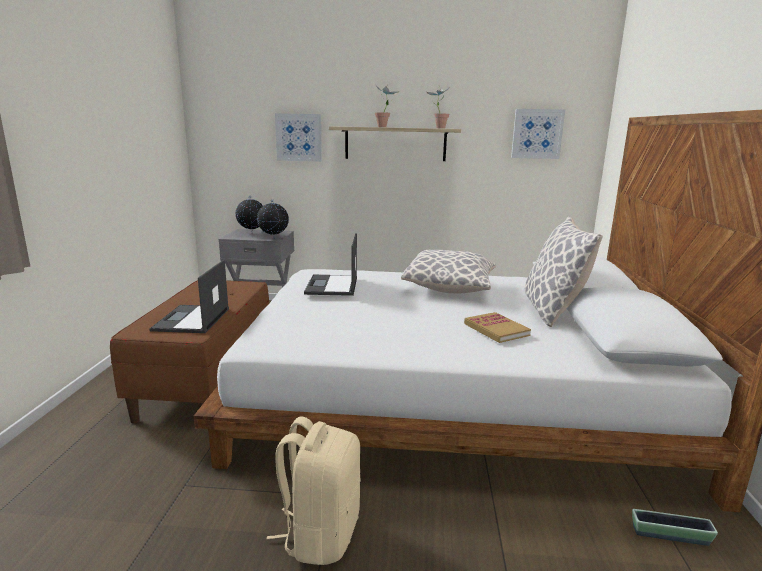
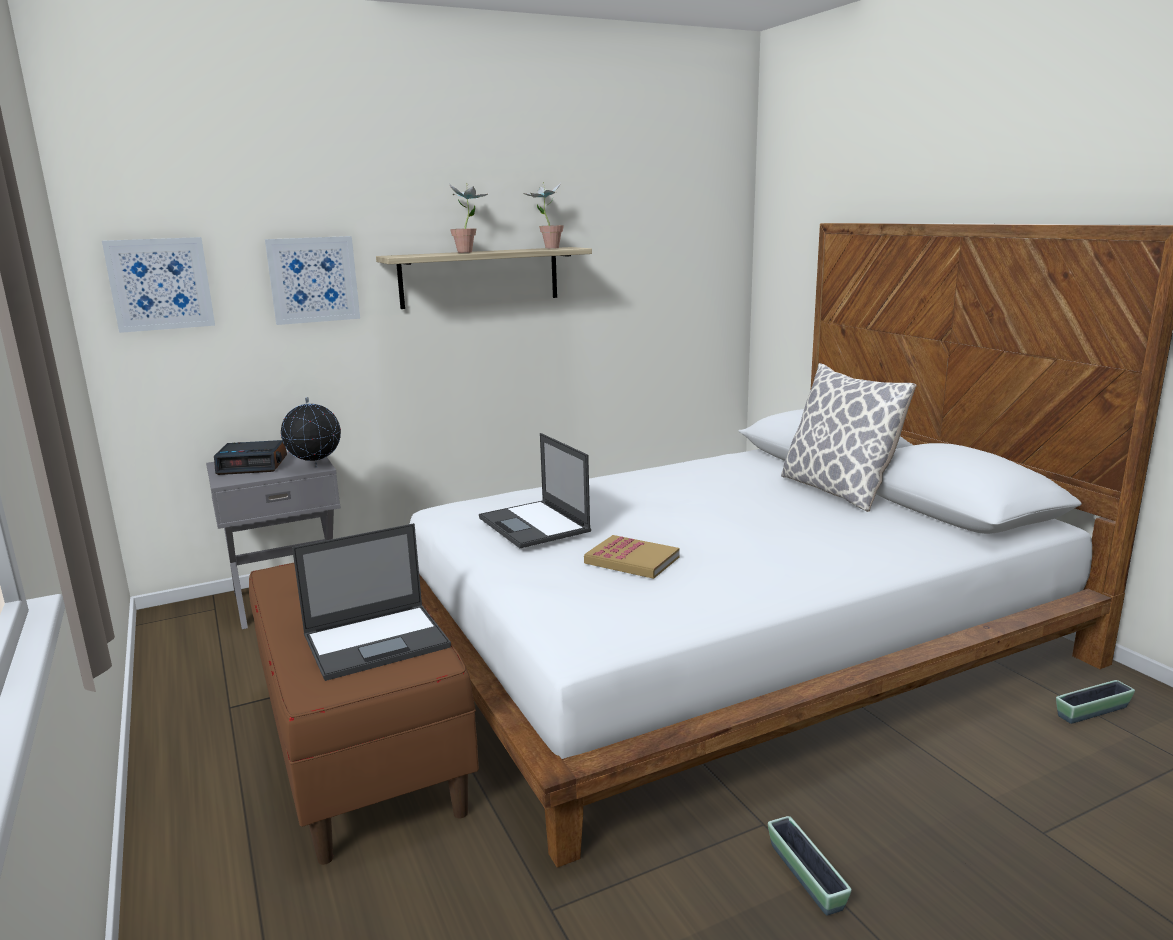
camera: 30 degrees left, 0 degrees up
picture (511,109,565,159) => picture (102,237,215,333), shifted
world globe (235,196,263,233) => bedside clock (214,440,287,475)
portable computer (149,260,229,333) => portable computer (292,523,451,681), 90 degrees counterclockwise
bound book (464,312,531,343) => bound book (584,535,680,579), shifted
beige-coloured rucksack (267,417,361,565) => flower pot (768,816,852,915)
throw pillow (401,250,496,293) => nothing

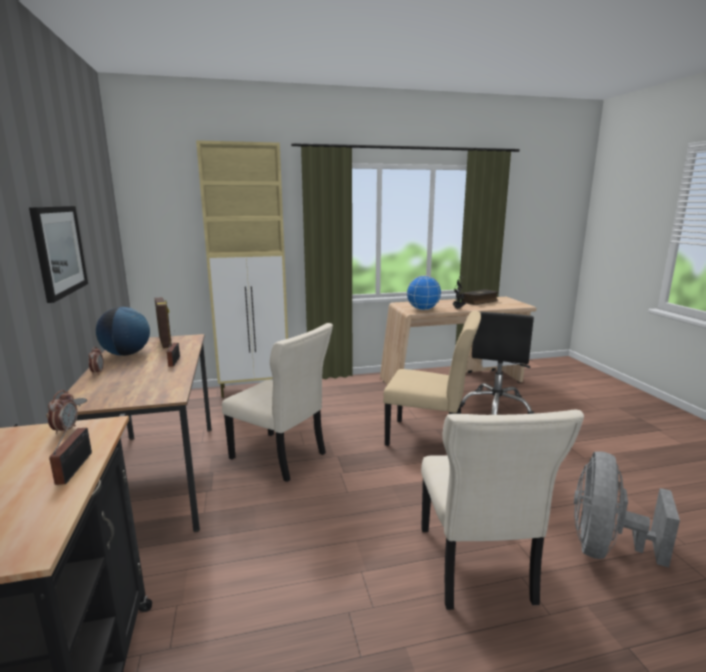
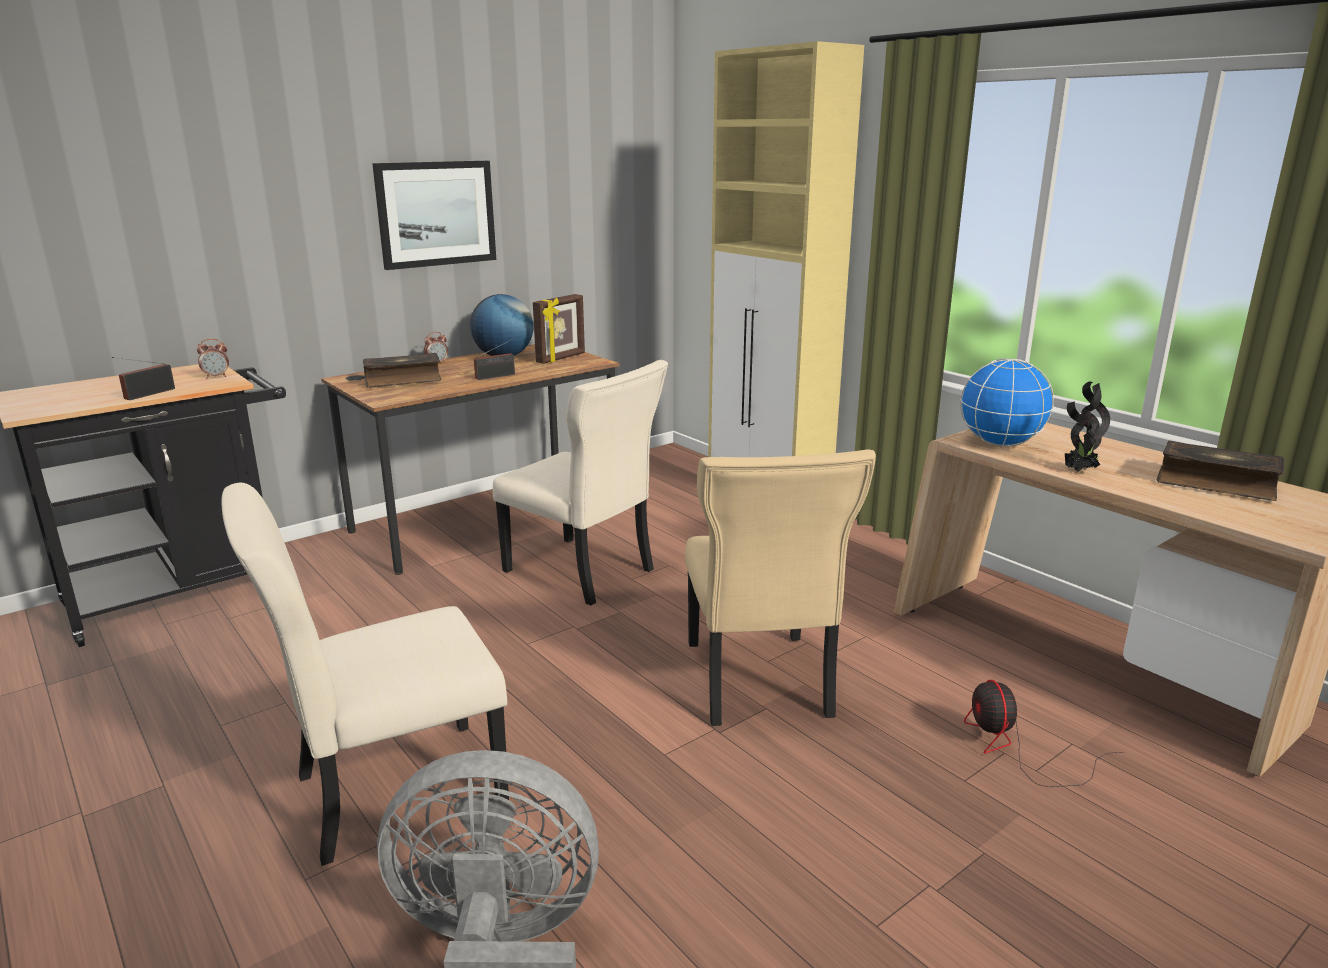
camera: 65 degrees right, 5 degrees up
radio set (49,405,92,485) => radio set (112,357,175,400), 150 degrees clockwise
nothing => bound book (363,353,441,388)
beige-coloured plain chair (222,323,333,482) => beige-coloured plain chair (493,360,668,606), 60 degrees counterclockwise
black office chair (461,312,535,415) => electric fan (964,680,1124,787)

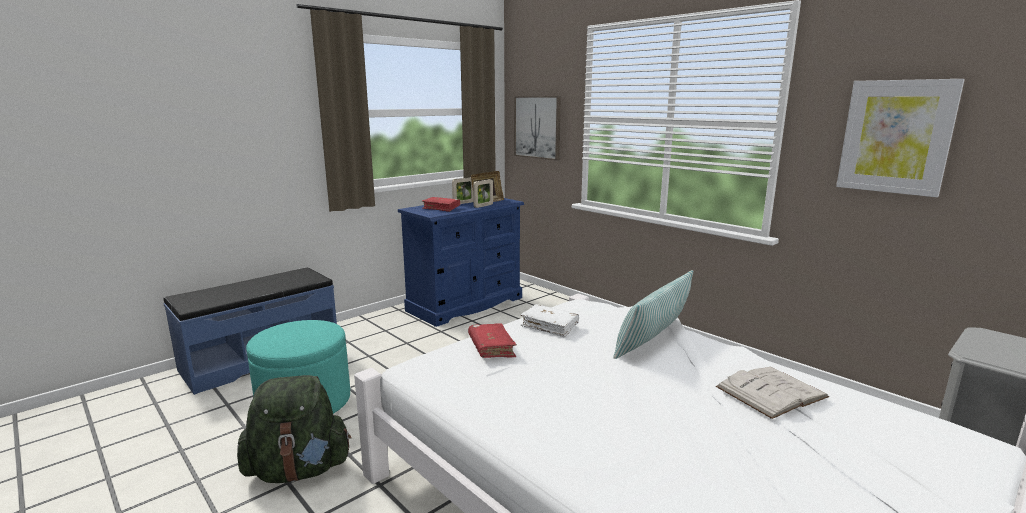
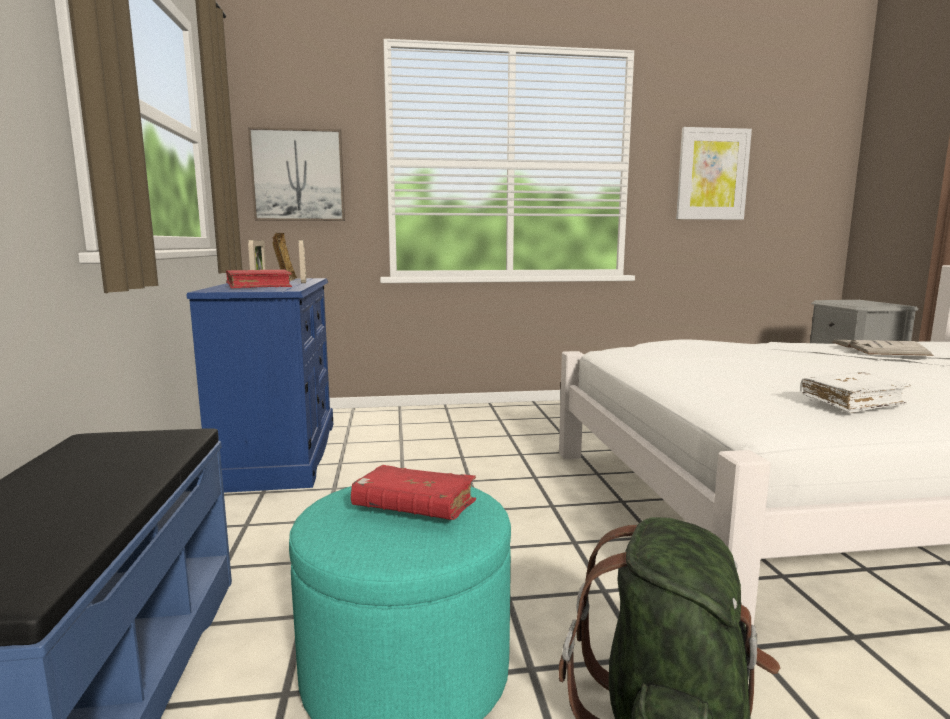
camera: 55 degrees left, 5 degrees down
red-coloured bound book (468,323,517,358) => red-coloured bound book (351,465,476,520), shifted
white bound book (520,304,579,337) => white bound book (800,372,911,413), shifted
throw pillow (613,270,693,359) => nothing

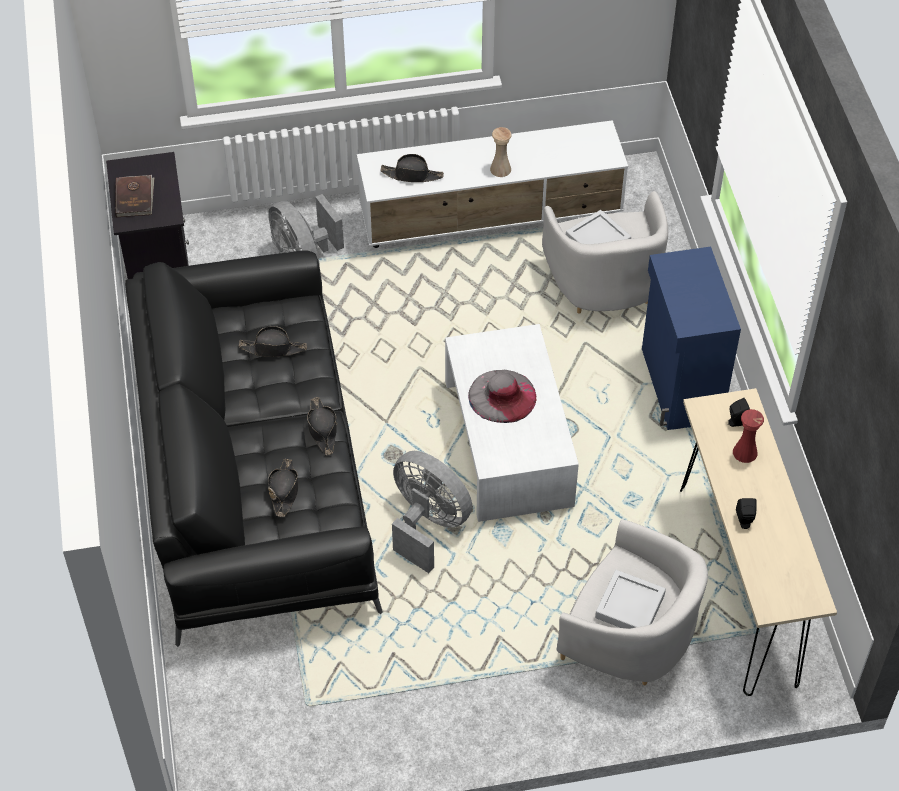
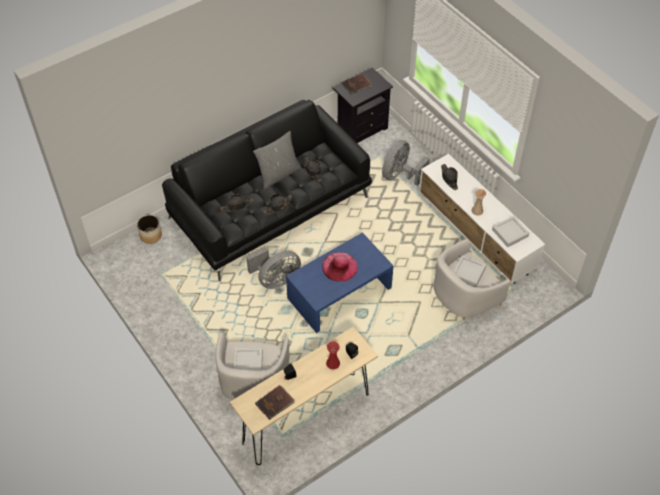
camera: 65 degrees right, 0 degrees up
nothing => flower pot (137,215,162,244)
grey electric fan (392,451,472,573) => grey electric fan (246,247,301,289), 45 degrees clockwise
nothing => grey throw pillow (253,131,302,189)
nothing => brown-coloured bound book (255,385,295,420)
white lounge table (445,324,579,522) => blue-coloured lounge table (286,232,394,333)
grey wearable hat (468,369,537,423) => pink-coloured wearable hat (322,252,358,282)
nothing => grey tray (492,216,529,247)
blue-coloured cabinet (642,246,741,430) => nothing

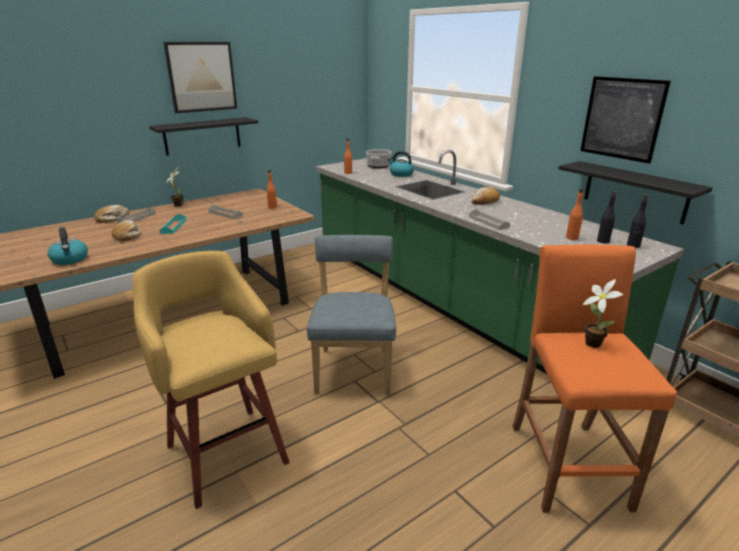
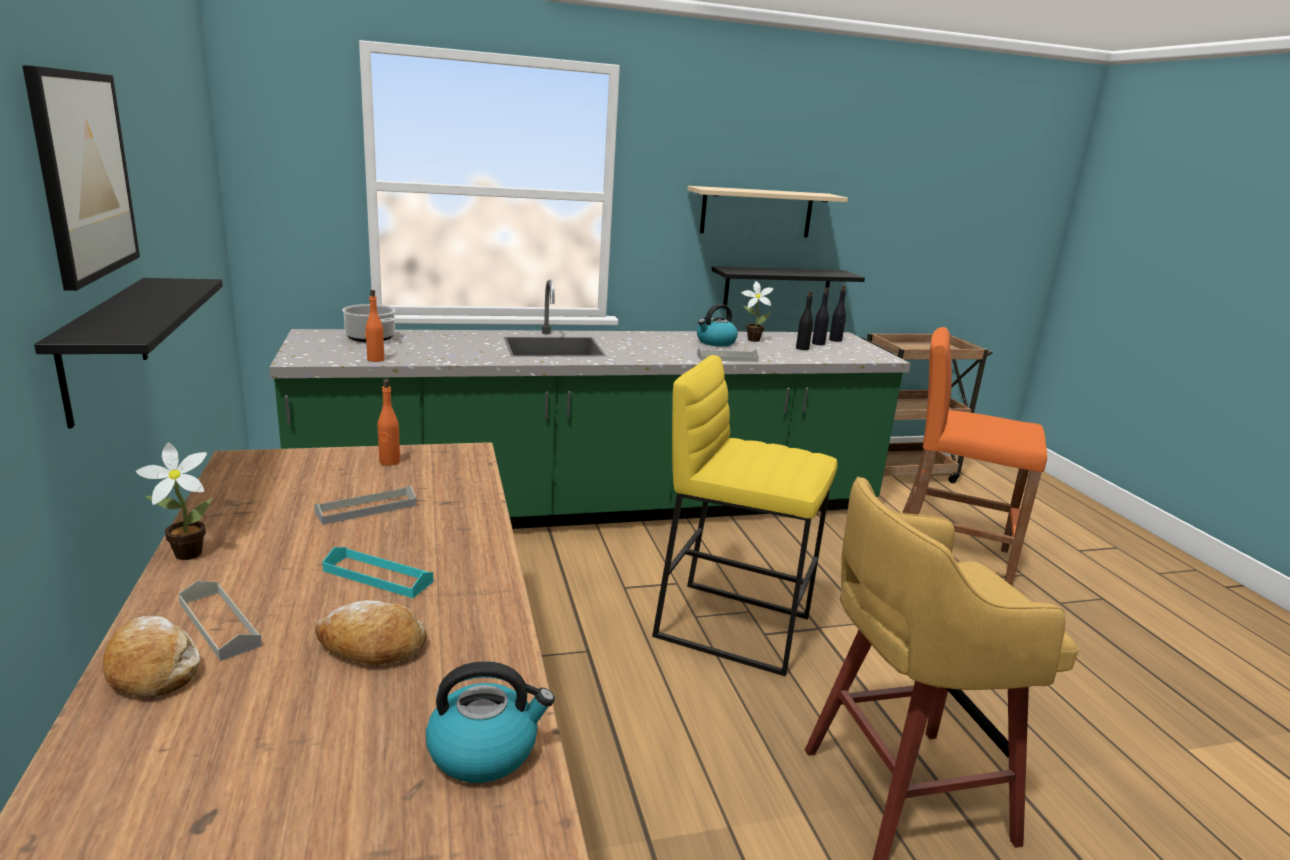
camera: 70 degrees left, 5 degrees down
blue-coloured plain chair (307,235,396,395) => yellow-coloured stool (652,355,837,677)
picture (580,76,671,164) => beige-coloured shelf (688,186,848,238)
kettle (388,151,414,177) => kettle (697,304,738,347), shifted
potted plant (583,279,623,348) => potted plant (741,281,774,342), shifted
orange-coloured beverage bottle (566,188,583,240) => black beverage bottle (796,291,813,350)
baked bread (471,187,500,205) => nothing

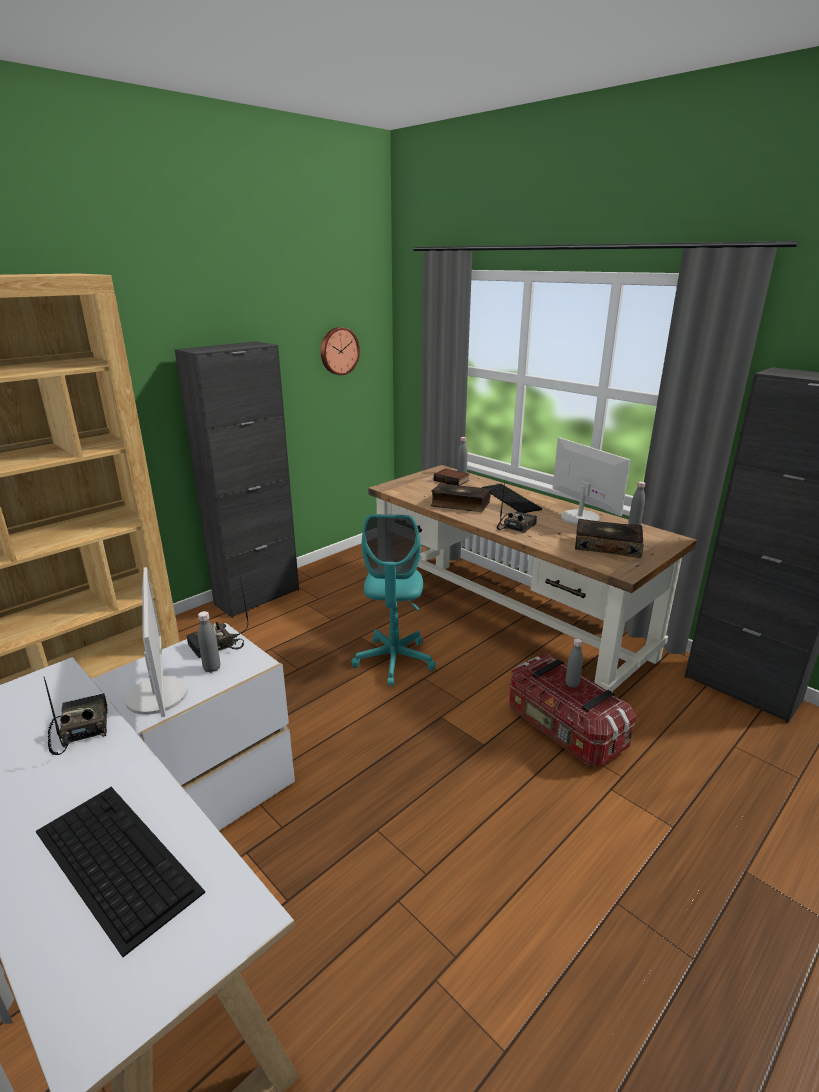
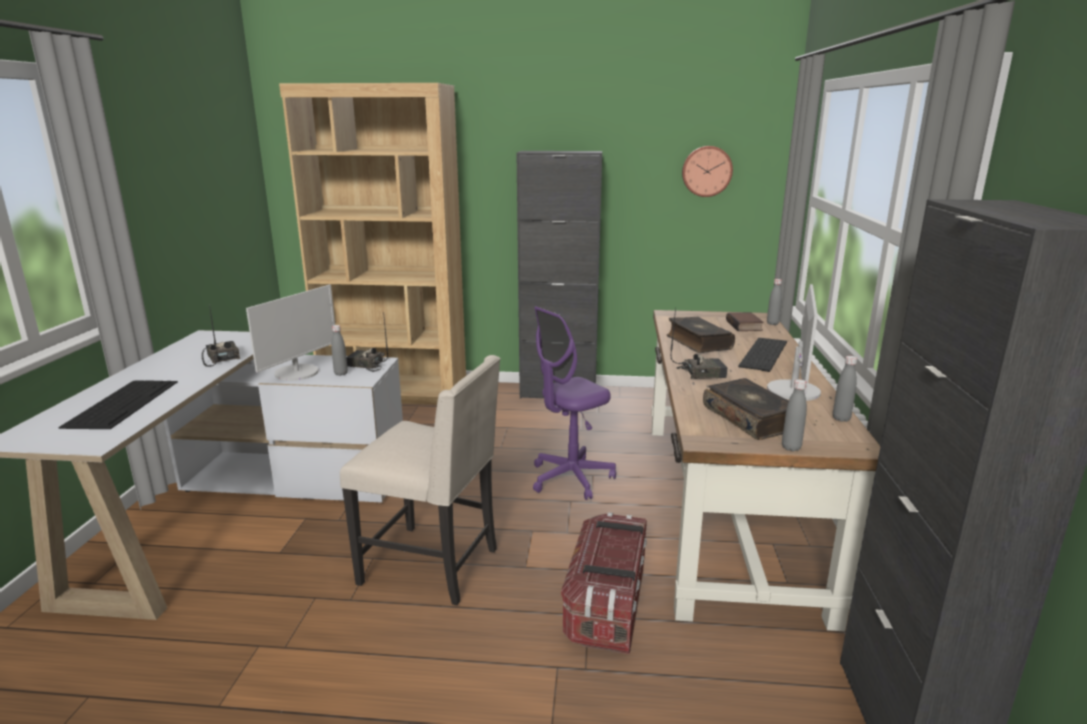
camera: 50 degrees right, 5 degrees down
radio set (44,676,107,755) => radio set (202,305,240,367), 60 degrees counterclockwise
nothing => beige-coloured plain chair (340,355,501,605)
turquoise-coloured office chair (351,514,436,687) => purple-coloured office chair (533,306,616,500)
grey beverage bottle (565,638,583,688) => grey beverage bottle (782,379,807,451), shifted

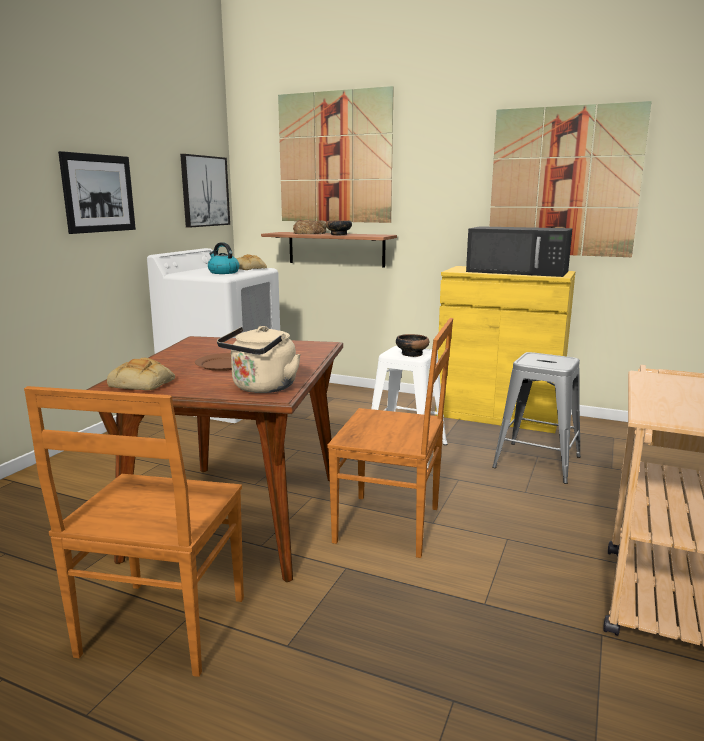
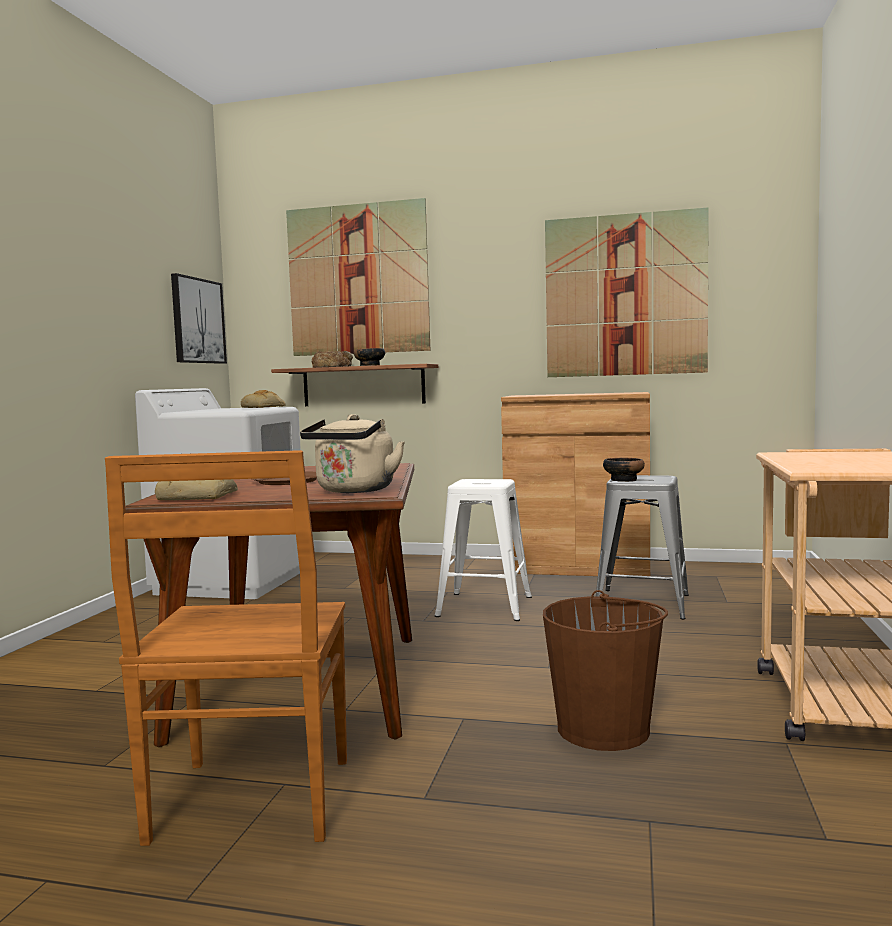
camera: 10 degrees left, 10 degrees down
yellow-coloured cabinet (435,266,575,433) => brown-coloured cabinet (501,392,650,576)
nothing => brown-coloured bucket (543,590,668,751)
bowl (396,334,429,357) => bowl (603,458,645,482), shifted
picture (58,151,136,234) => nothing
kettle (208,242,239,274) => nothing
brown-coloured plain chair (327,318,453,558) => nothing
black kitchen microwave (466,226,572,277) => nothing

